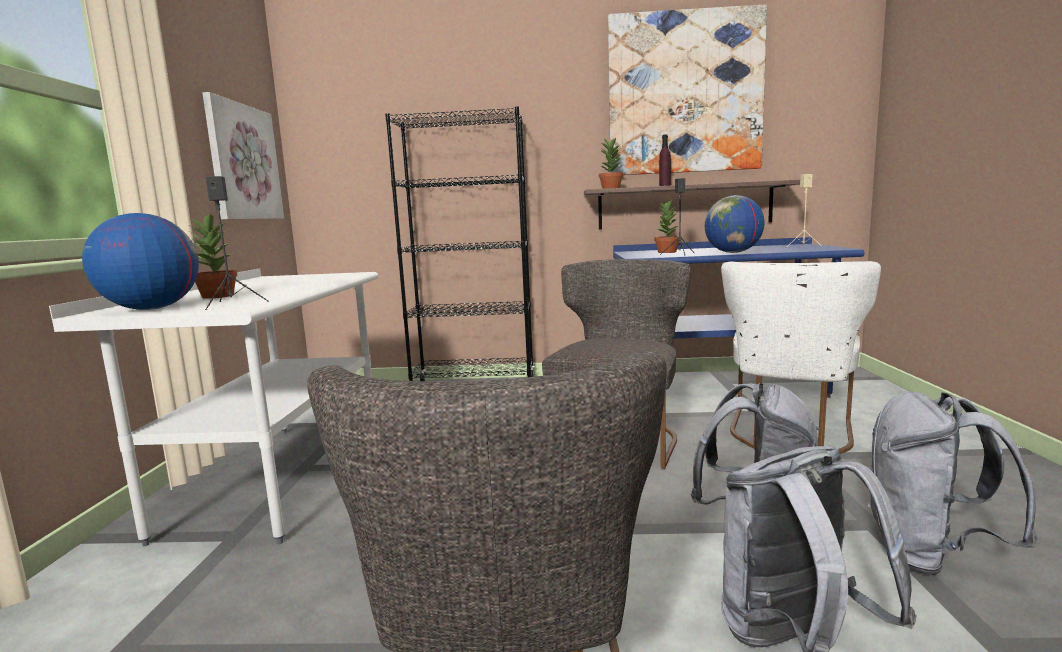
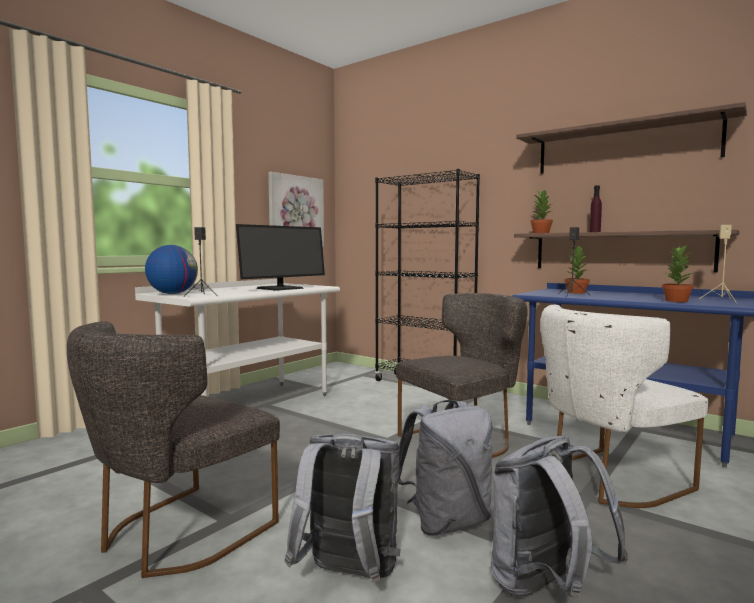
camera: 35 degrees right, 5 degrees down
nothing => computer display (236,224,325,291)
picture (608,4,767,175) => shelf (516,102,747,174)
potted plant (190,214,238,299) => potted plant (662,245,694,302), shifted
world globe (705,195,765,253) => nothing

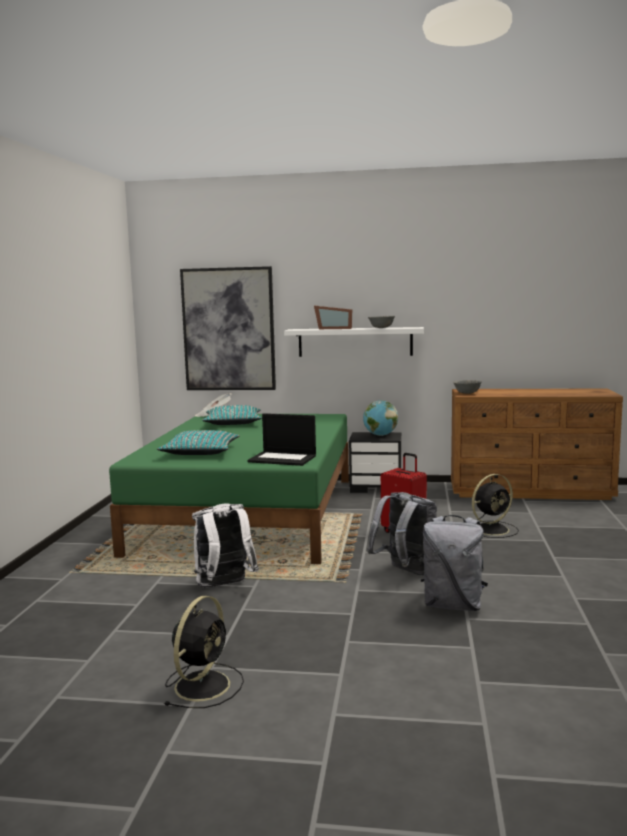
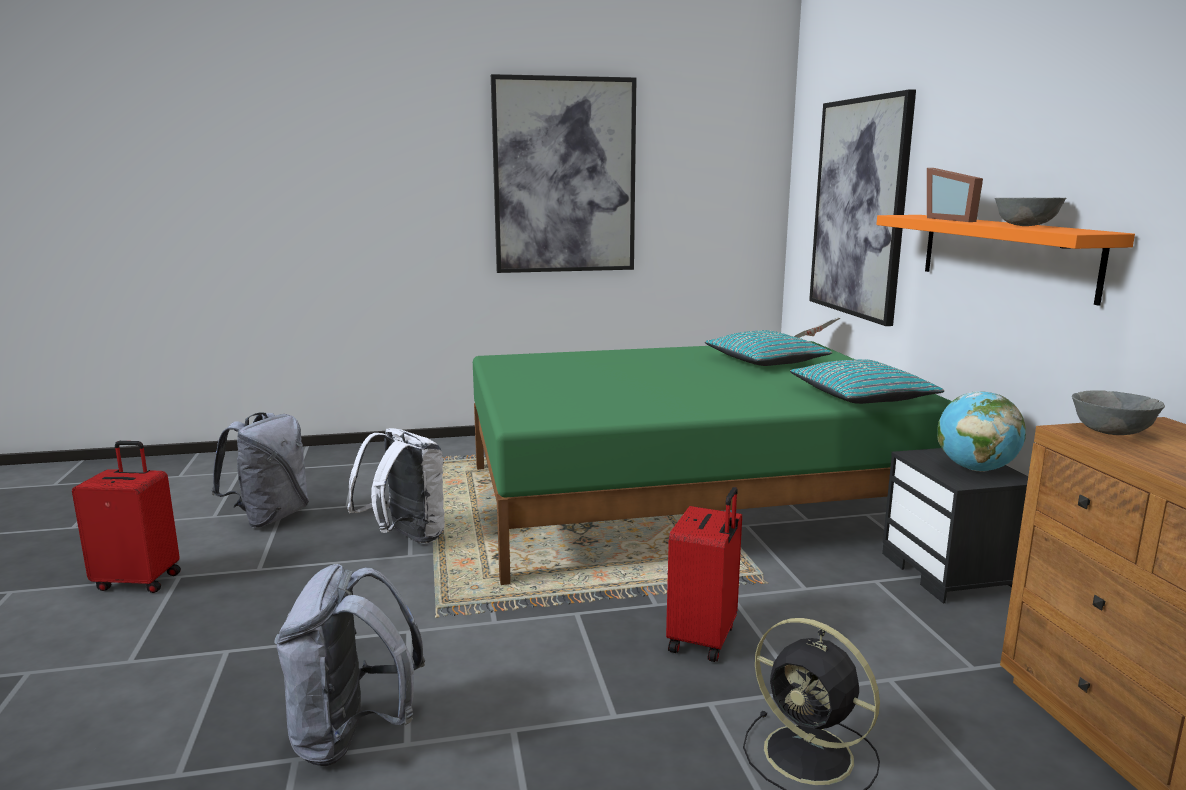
camera: 70 degrees right, 5 degrees up
black electric fan (164,596,244,708) => red-coloured travel case (72,441,181,593)
grey rucksack (367,492,437,576) => grey rucksack (211,412,309,528), shifted
nothing => picture (491,74,636,273)
turquoise-coloured throw pillow (157,430,240,455) => turquoise-coloured throw pillow (790,359,944,404), shifted
white shelf (284,327,424,357) => orange-coloured shelf (876,215,1135,306)
portable computer (247,413,316,466) => nothing

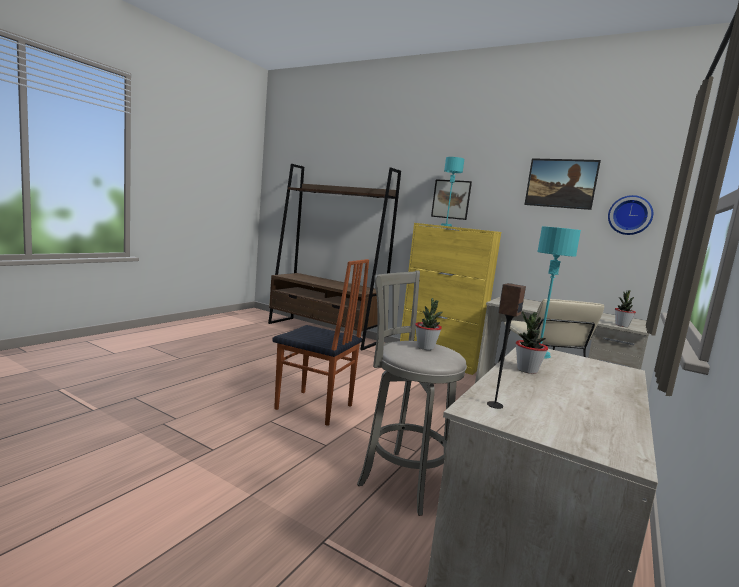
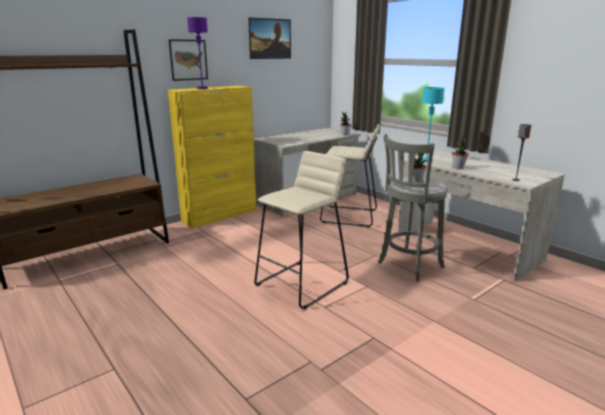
camera: 70 degrees left, 10 degrees up
turquoise-coloured tabletop lamp (441,157,465,226) => purple-coloured tabletop lamp (187,17,208,89)
plain chair (272,259,369,426) => beige-coloured stool (254,151,349,309)
hanging clock (608,195,653,235) => nothing

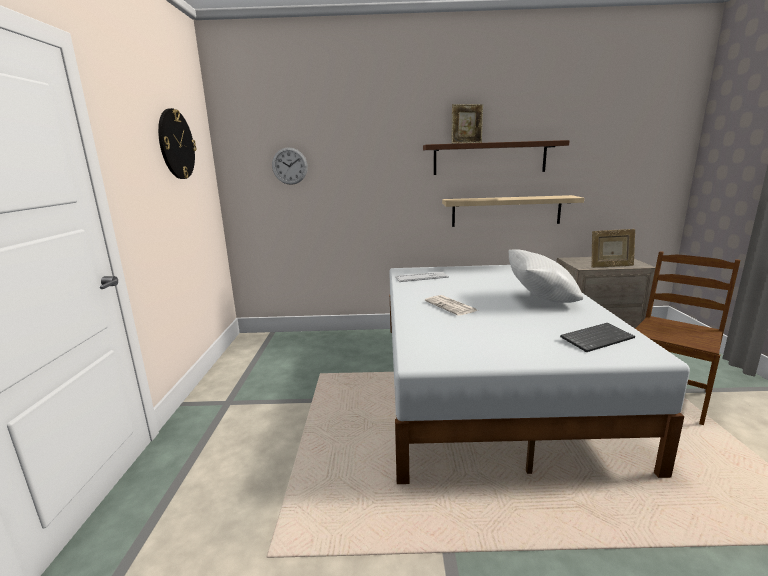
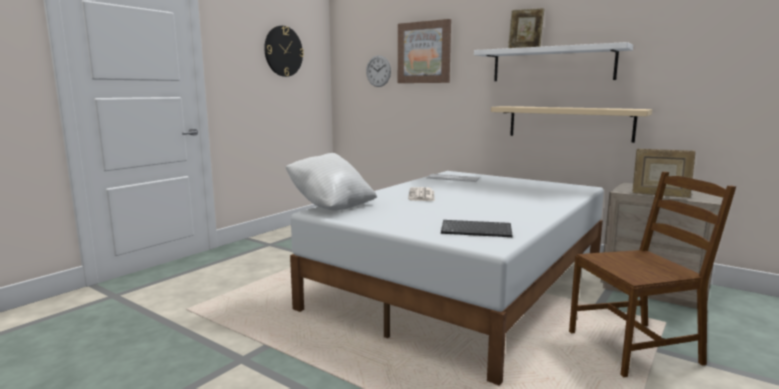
camera: 35 degrees right, 5 degrees down
white throw pillow (509,249,584,303) => white throw pillow (285,153,377,211), shifted
nothing => picture (398,19,451,83)
brown-coloured shelf (423,140,570,175) => white shelf (474,42,633,81)

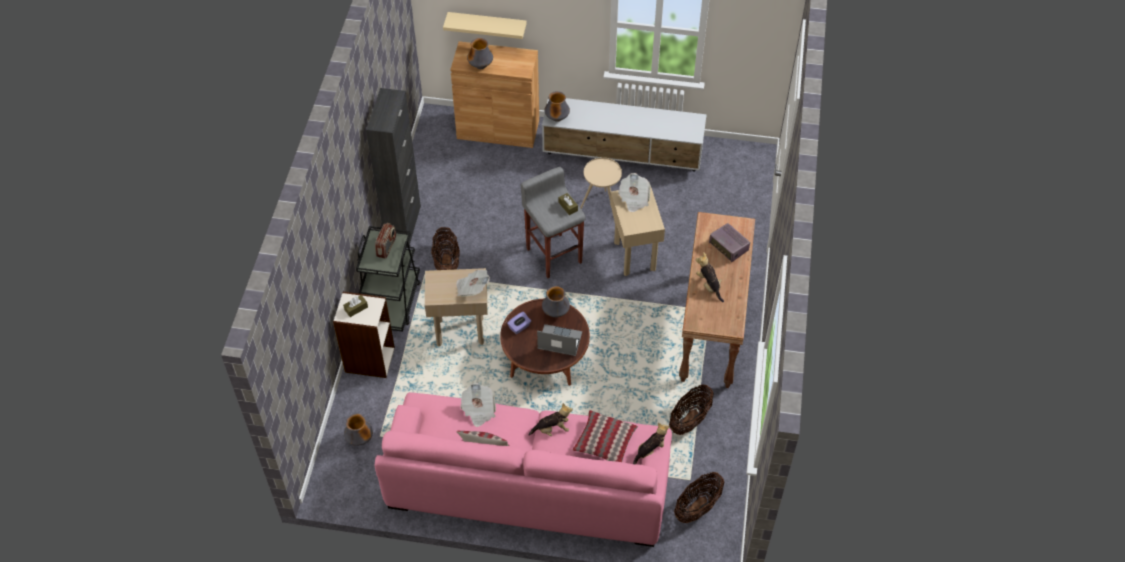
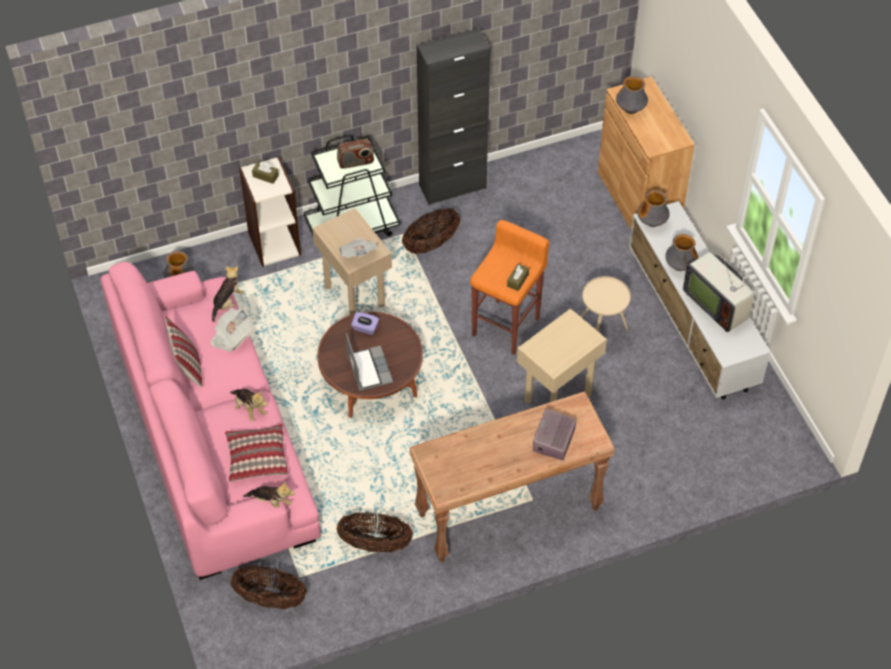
camera: 60 degrees right, 0 degrees up
soft toy (696,252,724,302) => soft toy (212,266,244,322), shifted
grey stool (520,167,586,278) => orange-coloured stool (470,220,550,355)
flower vase (542,286,570,317) => flower vase (665,234,698,271), shifted
nothing => TV set (683,252,754,332)
beige-coloured shelf (443,12,527,39) => nothing
printed paper (618,173,651,212) => nothing

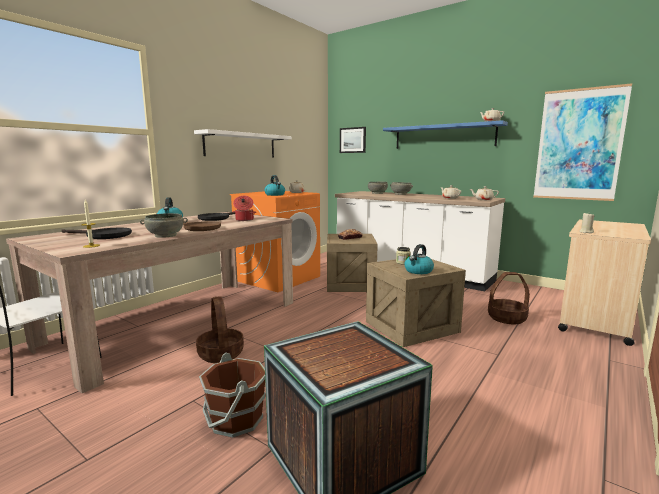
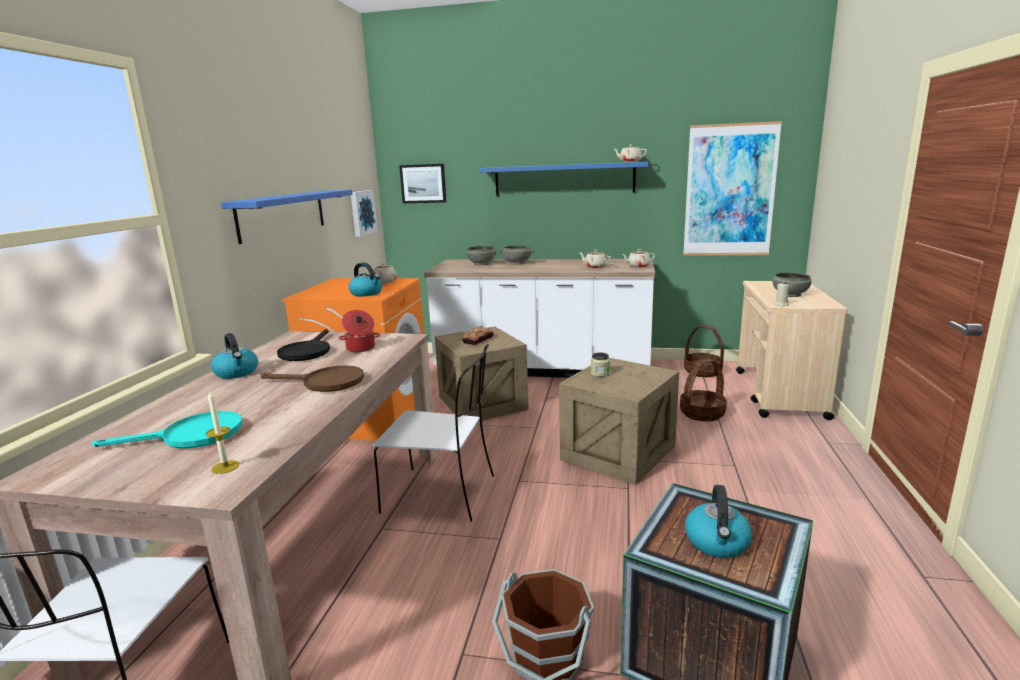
camera: 25 degrees left, 5 degrees up
black frying pan (62,228,132,239) => turquoise-coloured frying pan (92,411,242,449)
white shelf (194,129,292,158) => blue-coloured shelf (221,190,352,244)
nothing => picture (351,190,378,237)
nothing => white plain chair (373,344,494,522)
basket (196,296,244,363) => basket (684,325,724,377), shifted
kettle (404,244,434,274) => kettle (685,485,752,558), shifted
grey bowl (140,213,188,238) => grey bowl (773,272,812,297), shifted

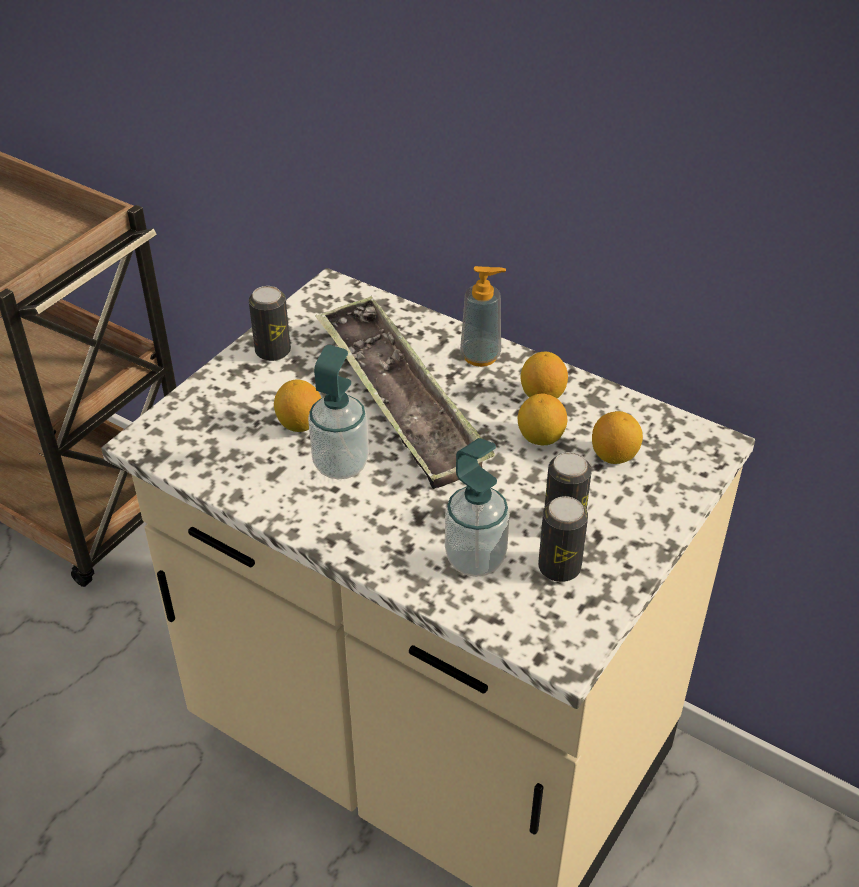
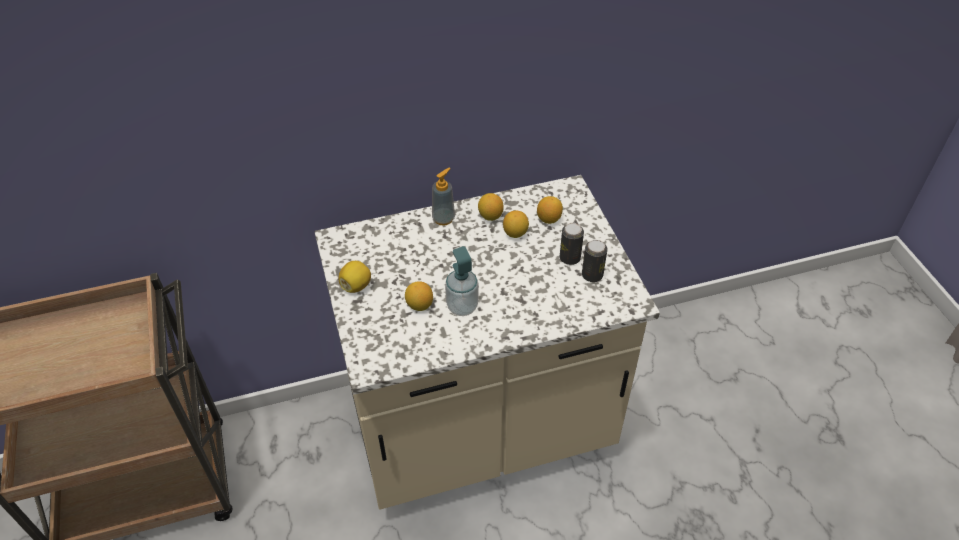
camera: 50 degrees left, 5 degrees up
sealed can (249,286,291,361) => citrus fruit (339,261,371,293)
tray (315,296,495,489) => nothing
soap bottle (445,438,510,577) => nothing

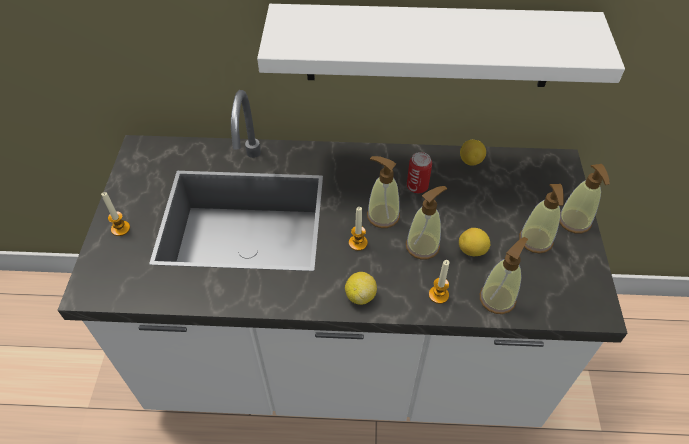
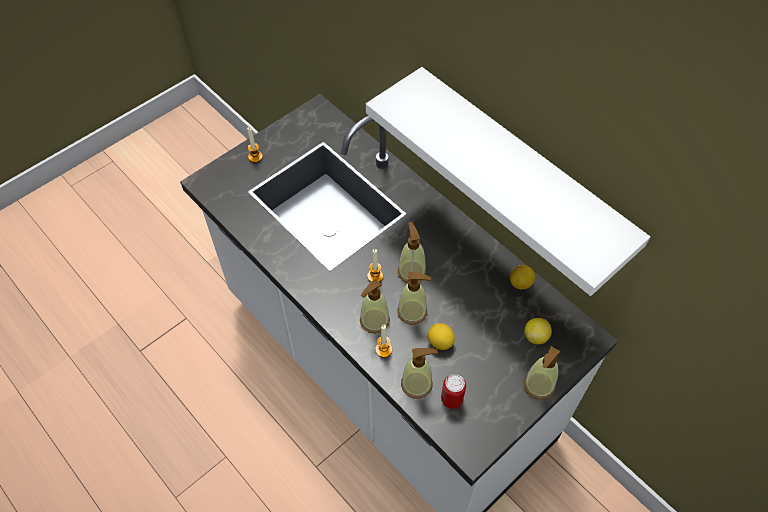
camera: 45 degrees right, 5 degrees up
soap bottle (519,184,564,254) => soap bottle (360,279,390,334), shifted
sealed can (407,152,432,193) => sealed can (441,374,466,409), shifted
citrus fruit (345,272,377,305) => citrus fruit (524,318,552,344), shifted

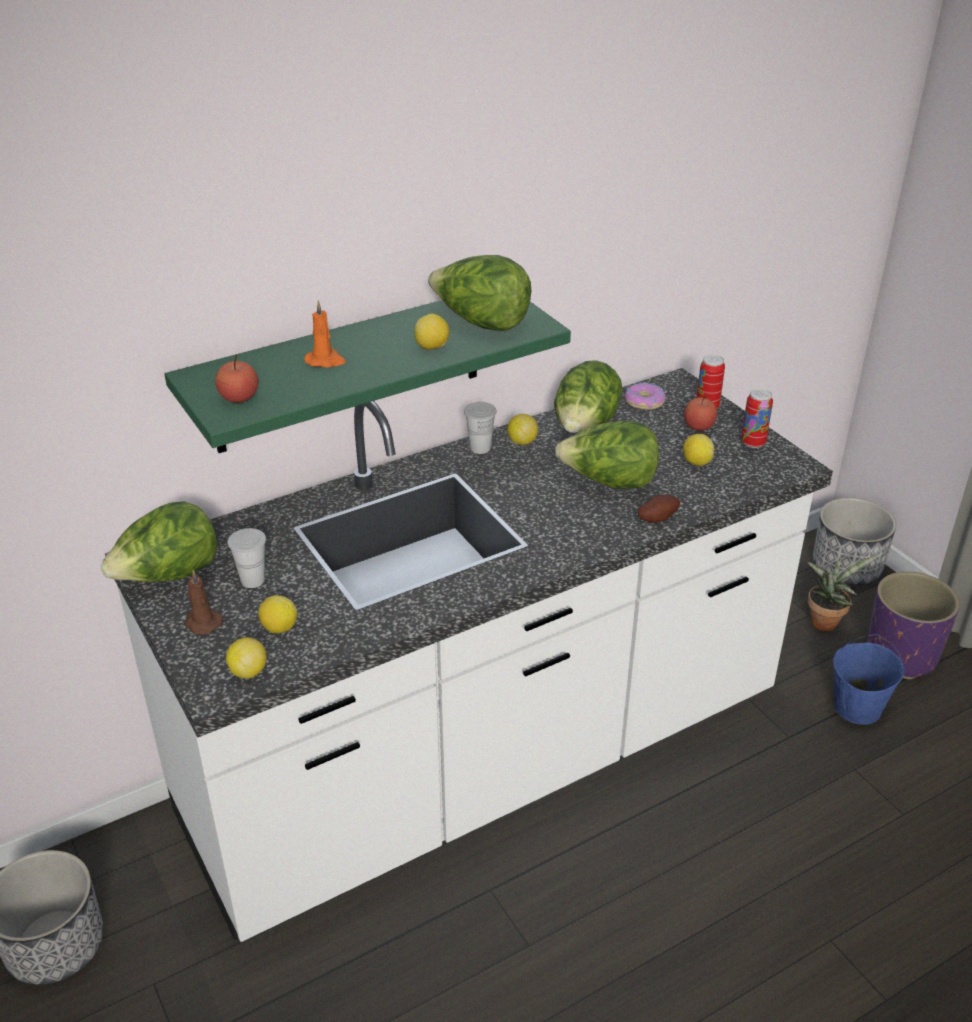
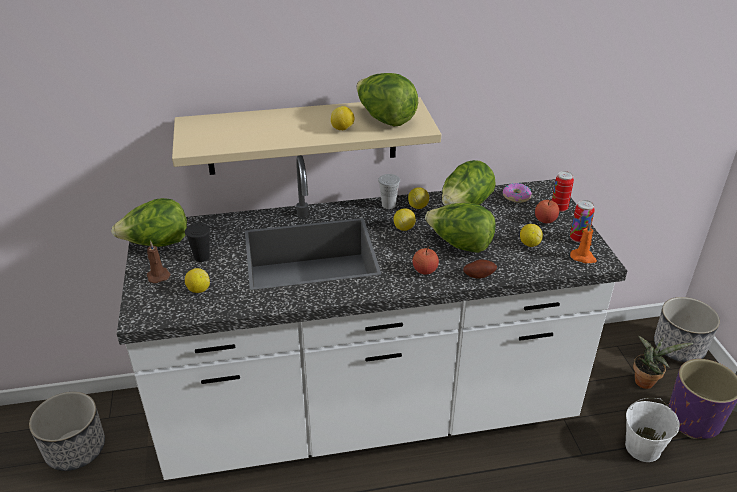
camera: 20 degrees right, 0 degrees up
greenish shelf (164,300,571,453) => beige-coloured shelf (172,97,441,175)
white small cup (228,528,266,588) => black small cup (185,223,210,262)
citrus fruit (226,637,267,678) => citrus fruit (394,208,416,231), shifted
whole apple (215,355,258,403) => whole apple (413,246,439,275), shifted
orange-coloured wax light (304,300,346,367) => orange-coloured wax light (570,223,597,263), shifted
blue-coloured bucket (833,634,905,725) => white bucket (625,398,680,462)

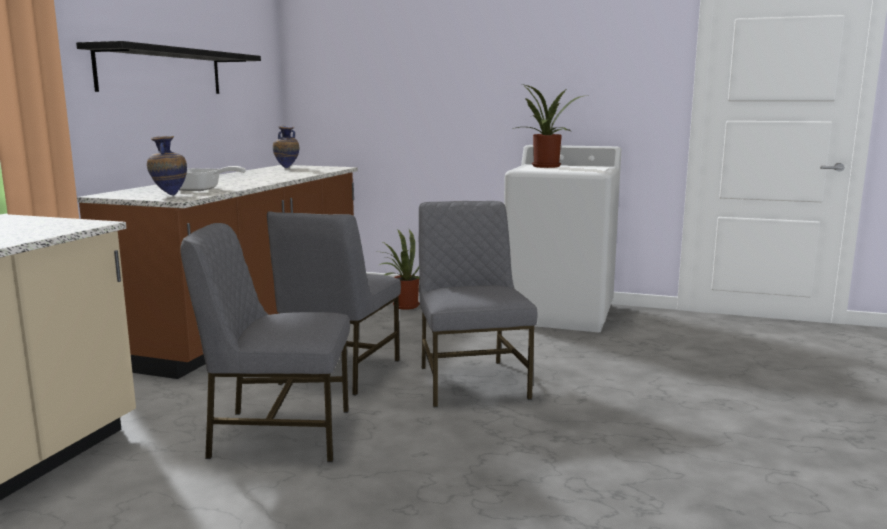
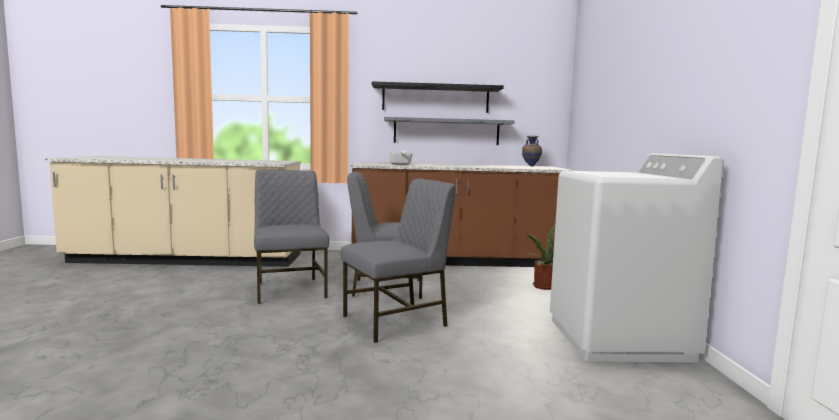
camera: 70 degrees right, 5 degrees down
nothing => grey shelf (384,117,515,145)
flower vase (147,136,187,196) => nothing
potted plant (511,85,588,168) => nothing

